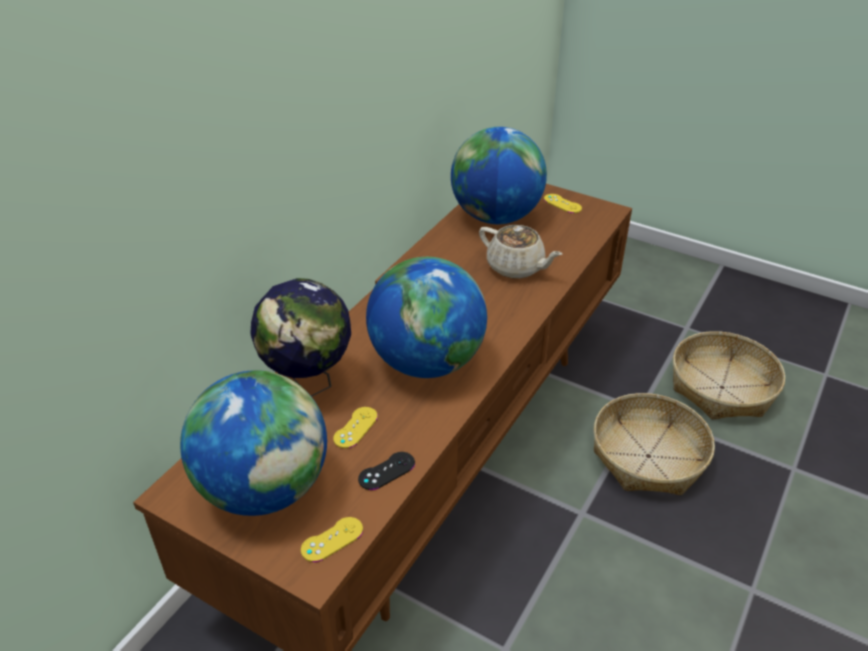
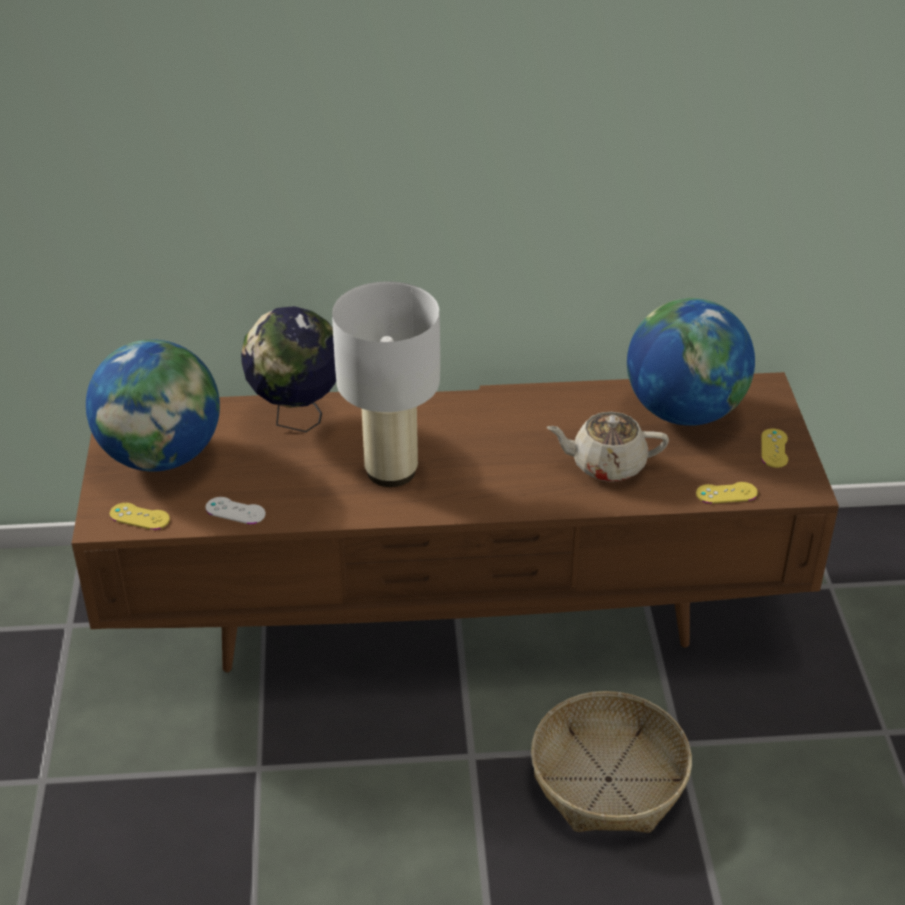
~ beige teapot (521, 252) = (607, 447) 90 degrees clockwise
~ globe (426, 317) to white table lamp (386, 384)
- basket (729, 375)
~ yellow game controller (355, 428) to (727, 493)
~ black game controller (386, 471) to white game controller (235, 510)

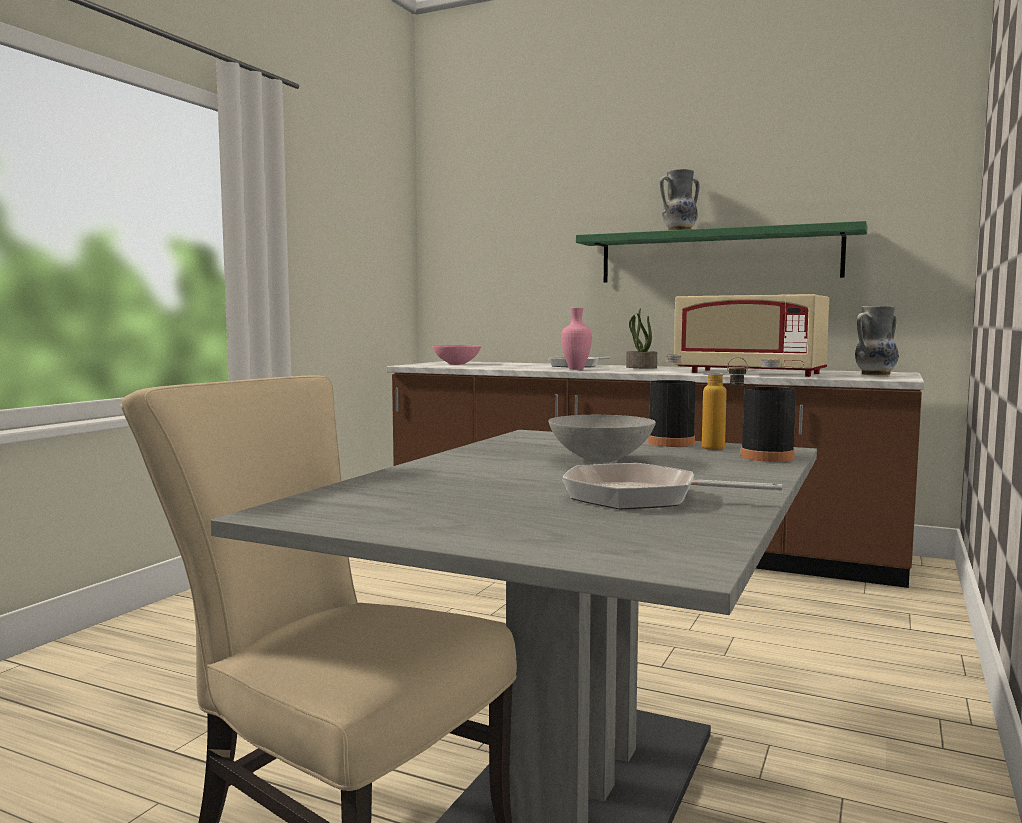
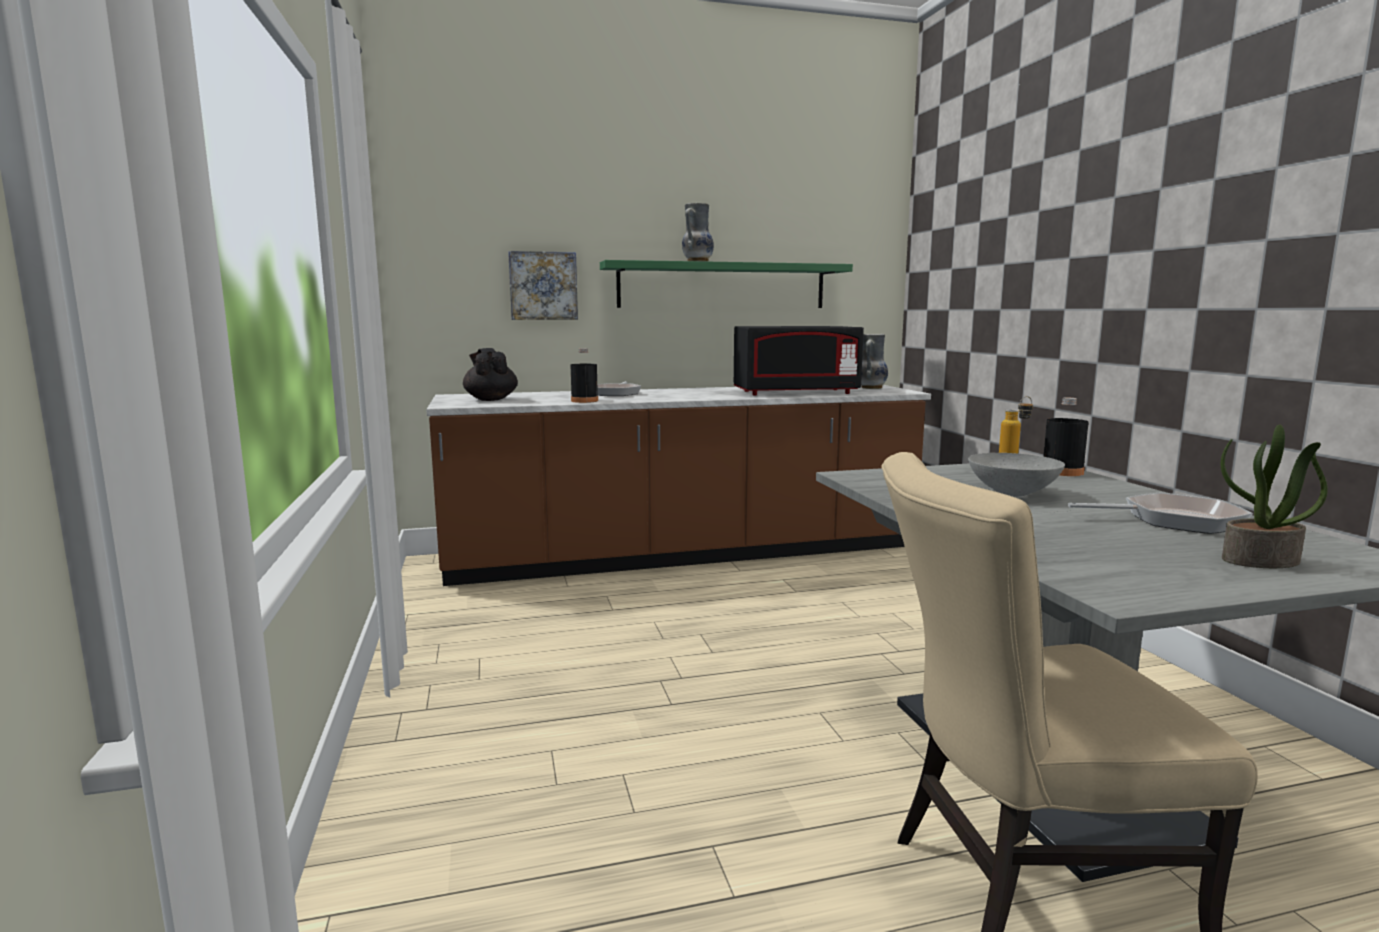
~ beige microwave (751, 335) to black microwave (799, 360)
- pink vase (576, 338)
~ potted plant (641, 338) to (1274, 496)
~ pink bowl (457, 355) to black teapot (490, 374)
~ black bottle (672, 401) to (584, 375)
~ frying pan (672, 486) = (1160, 513) 150 degrees counterclockwise
+ picture (543, 285)

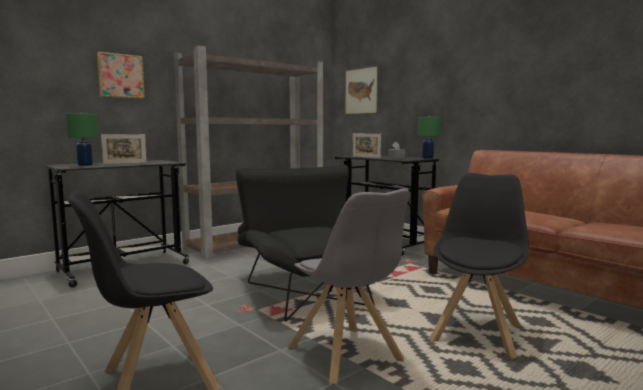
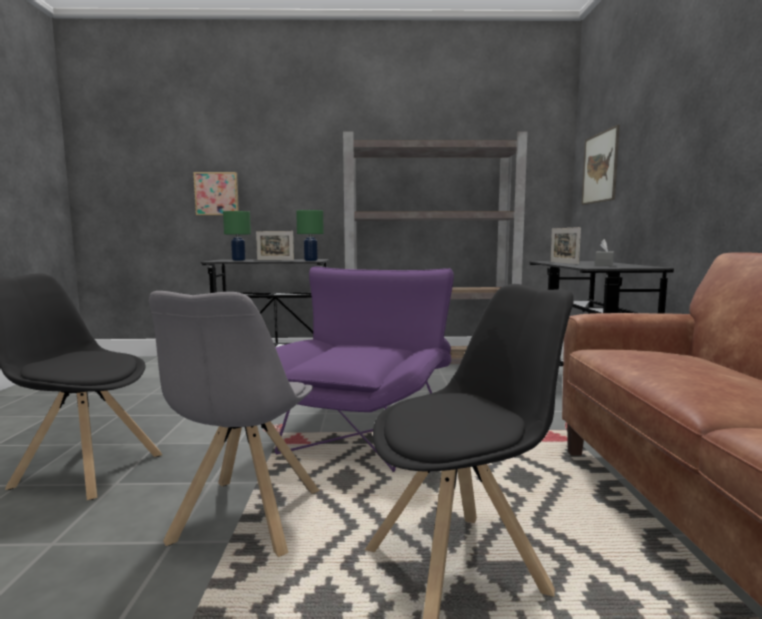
~ picture (121, 75) to (216, 194)
~ green table lamp (428, 137) to (310, 235)
~ black armchair (305, 243) to purple armchair (364, 369)

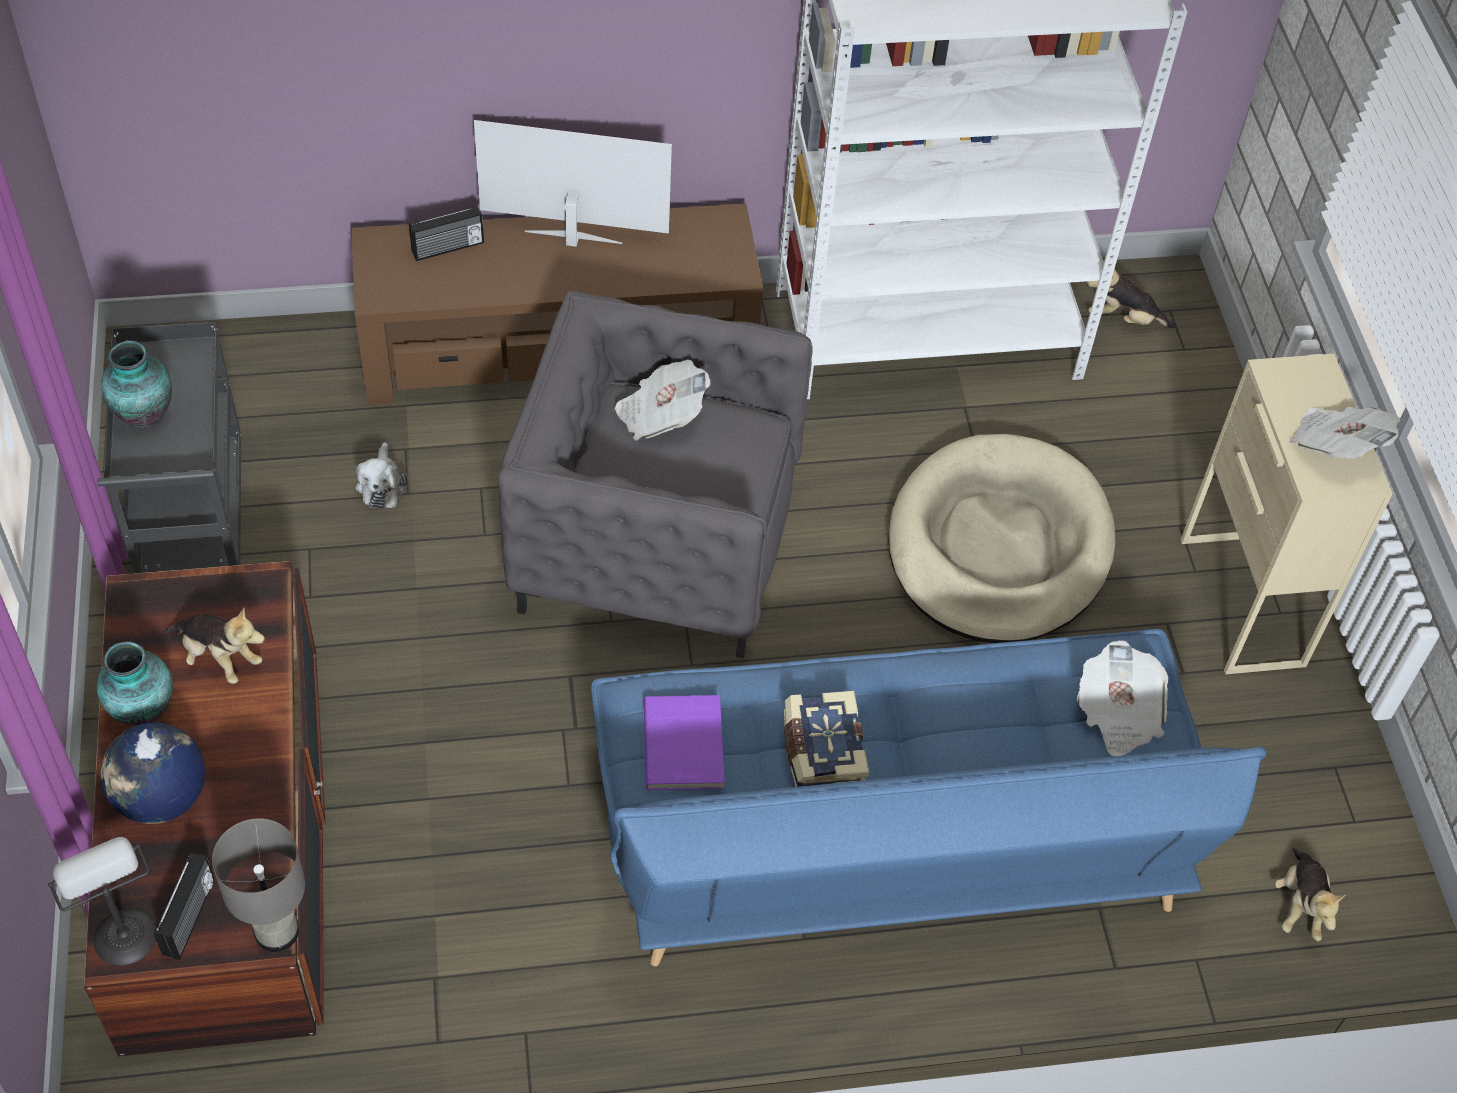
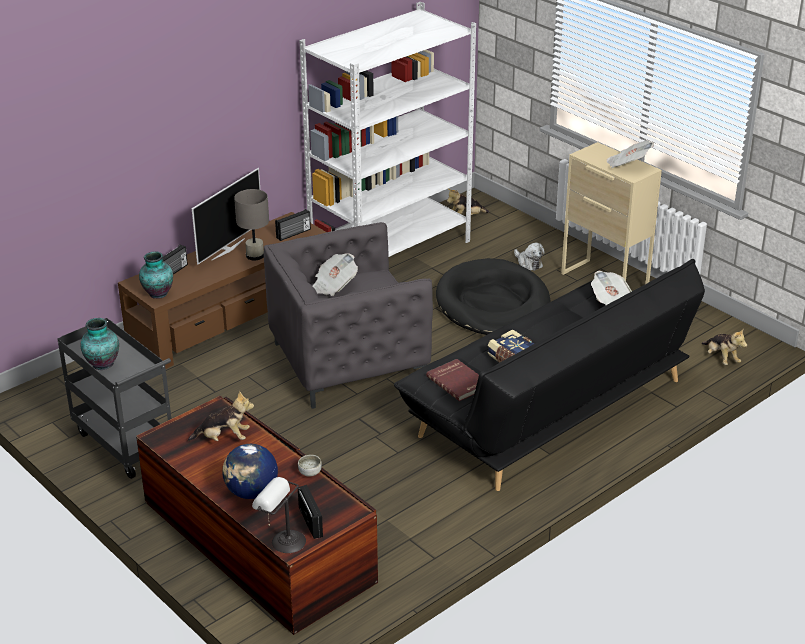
~ television (573, 183) = (226, 216) 150 degrees clockwise
~ beige dog bed (1001, 538) to black dog bed (493, 296)
~ plush toy (381, 475) to (529, 257)
~ blue sofa (928, 797) to black sofa (549, 375)
~ vase (134, 683) to (156, 275)
~ purple book (684, 742) to red book (452, 380)
~ grey table lamp (258, 885) to (251, 224)
+ radio (293, 225)
+ bowl (310, 466)

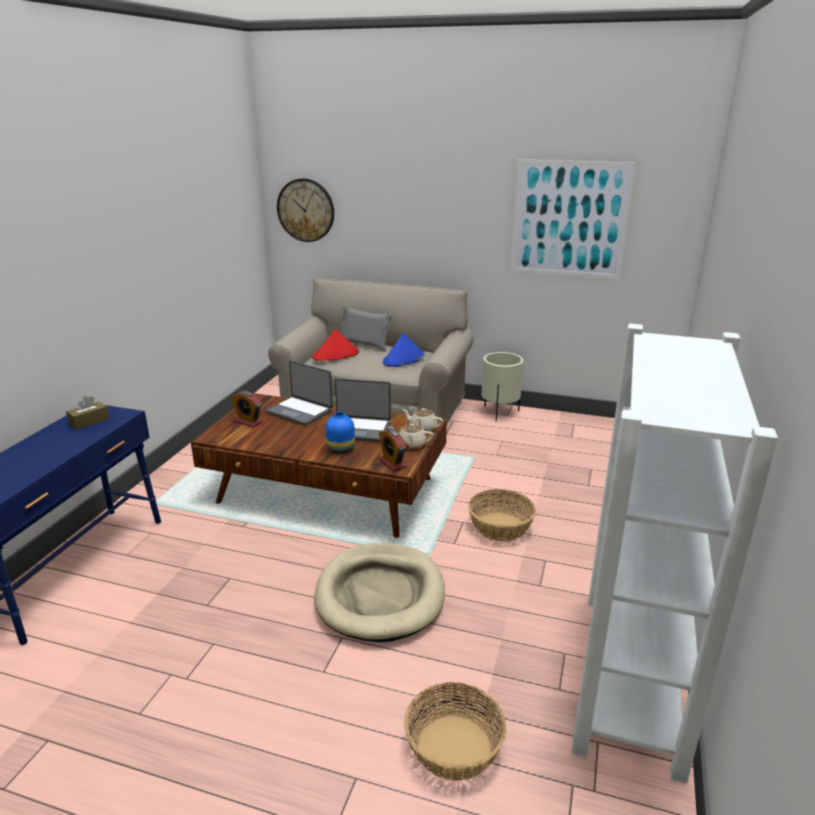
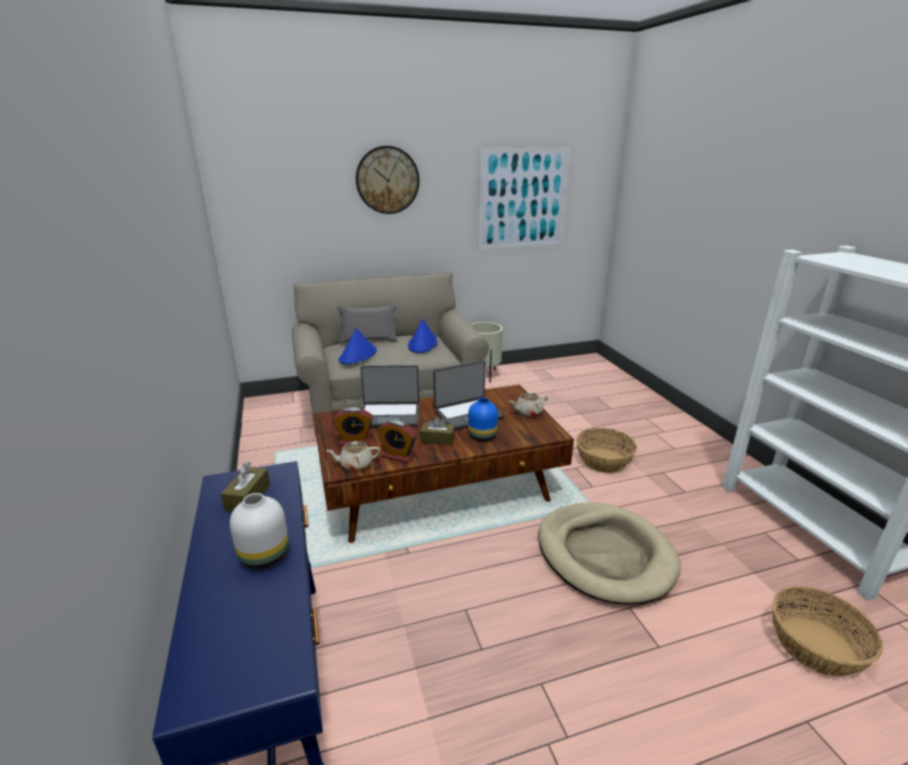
~ wall clock (305, 210) to (387, 180)
~ red hat (336, 345) to blue hat (358, 346)
~ beige teapot (422, 420) to (353, 456)
~ alarm clock (393, 450) to (397, 441)
+ brown tissue box (437, 431)
+ white vase (259, 531)

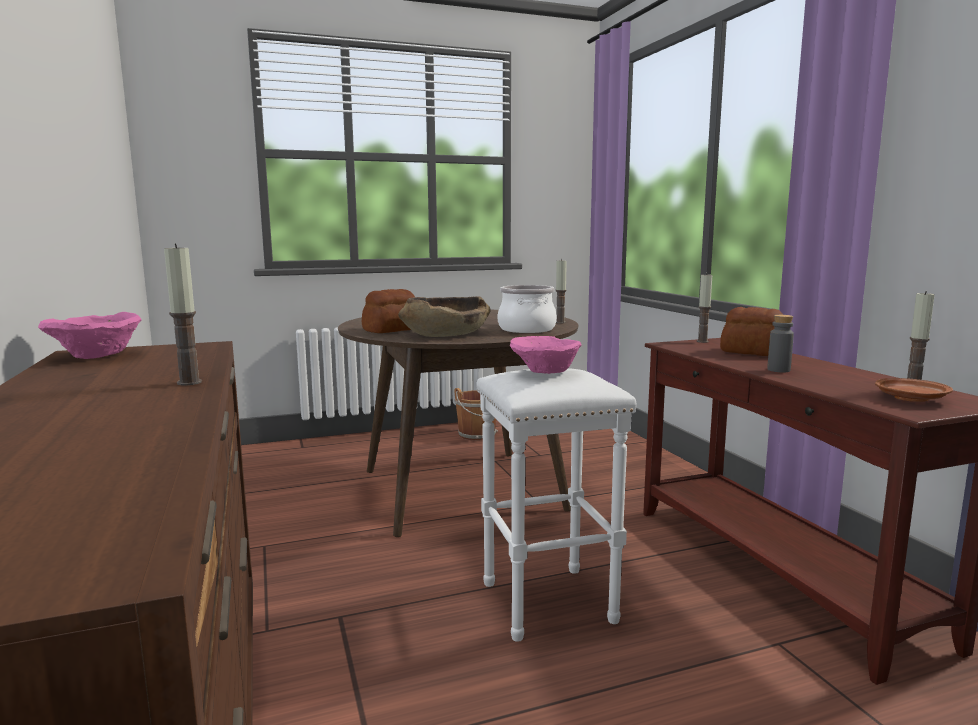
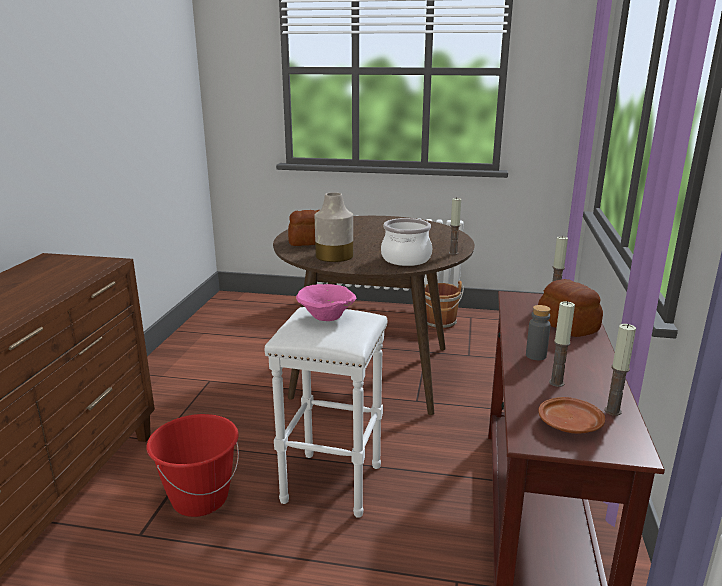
~ candle (183, 314) to (562, 344)
~ brown bowl (444, 316) to beige vase (334, 227)
- pink bowl (89, 335)
+ red bucket (192, 465)

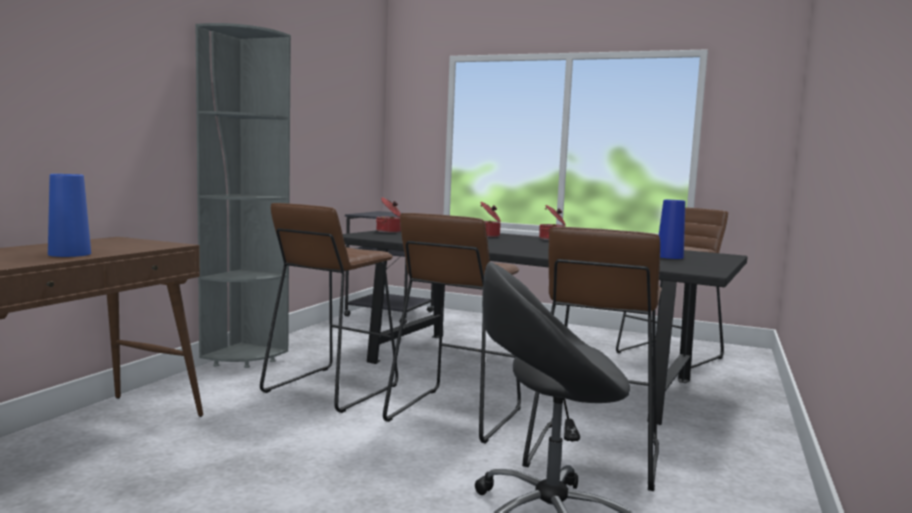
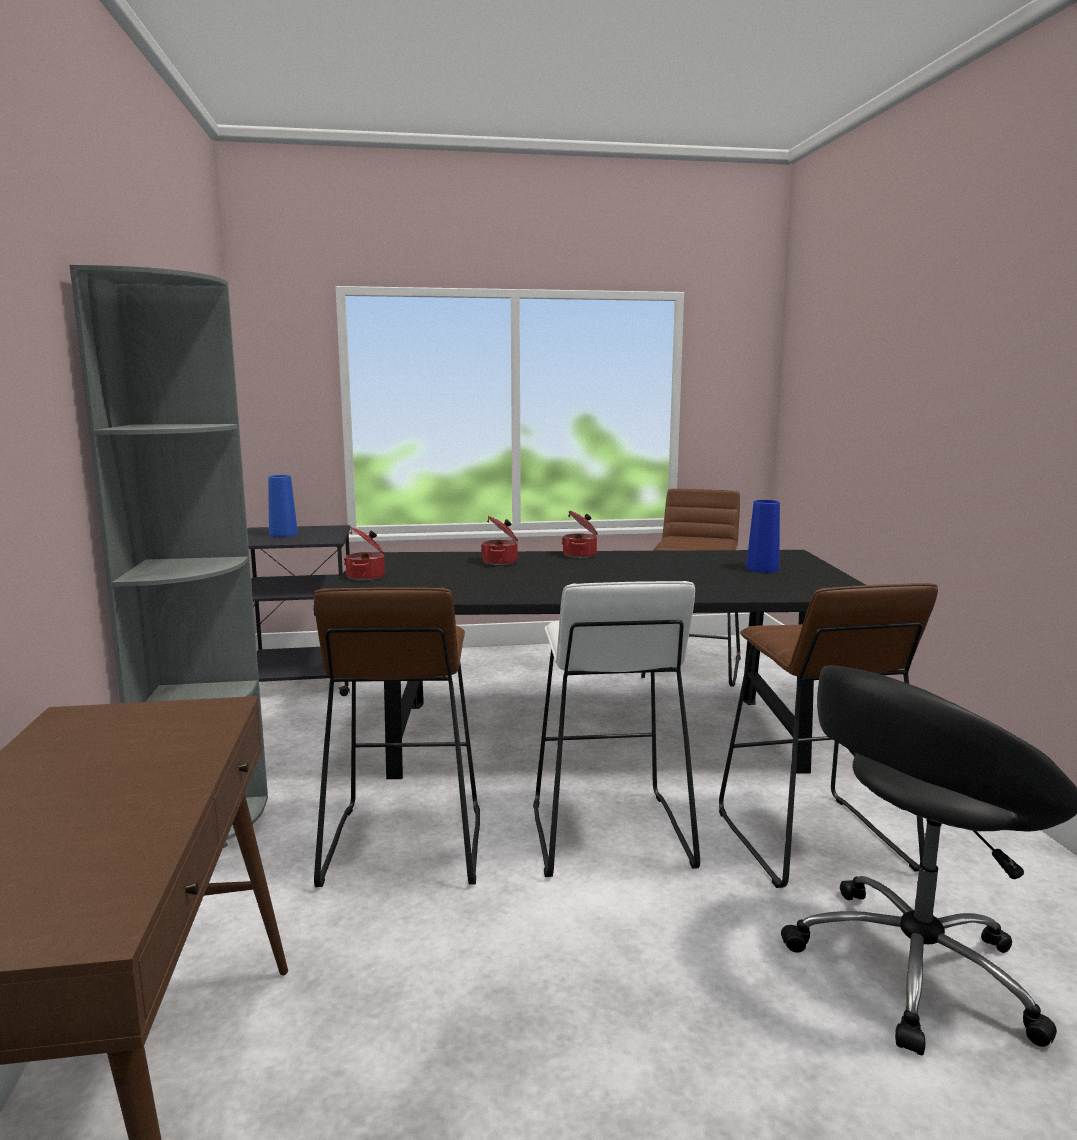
~ blue vase (69, 215) to (283, 506)
~ brown stool (452, 328) to white stool (616, 729)

